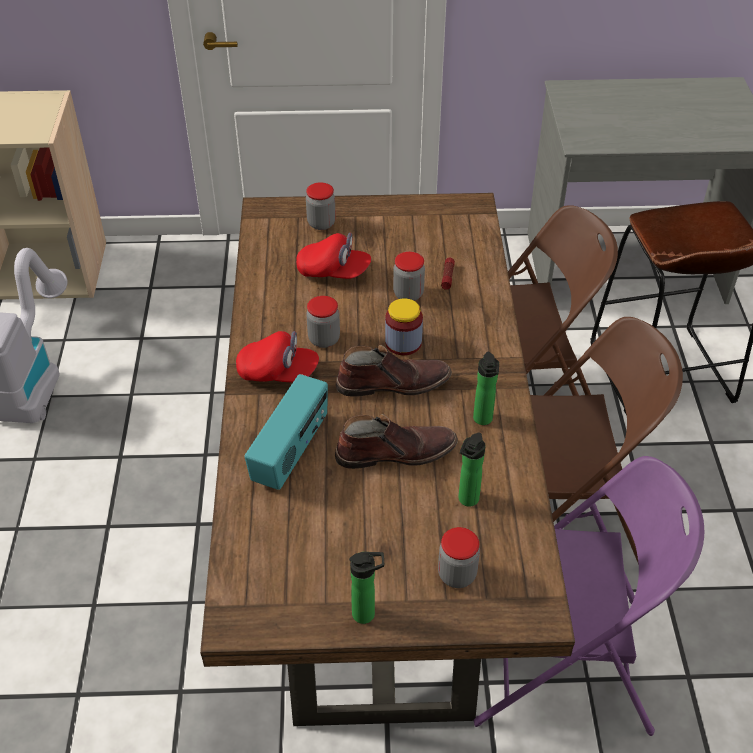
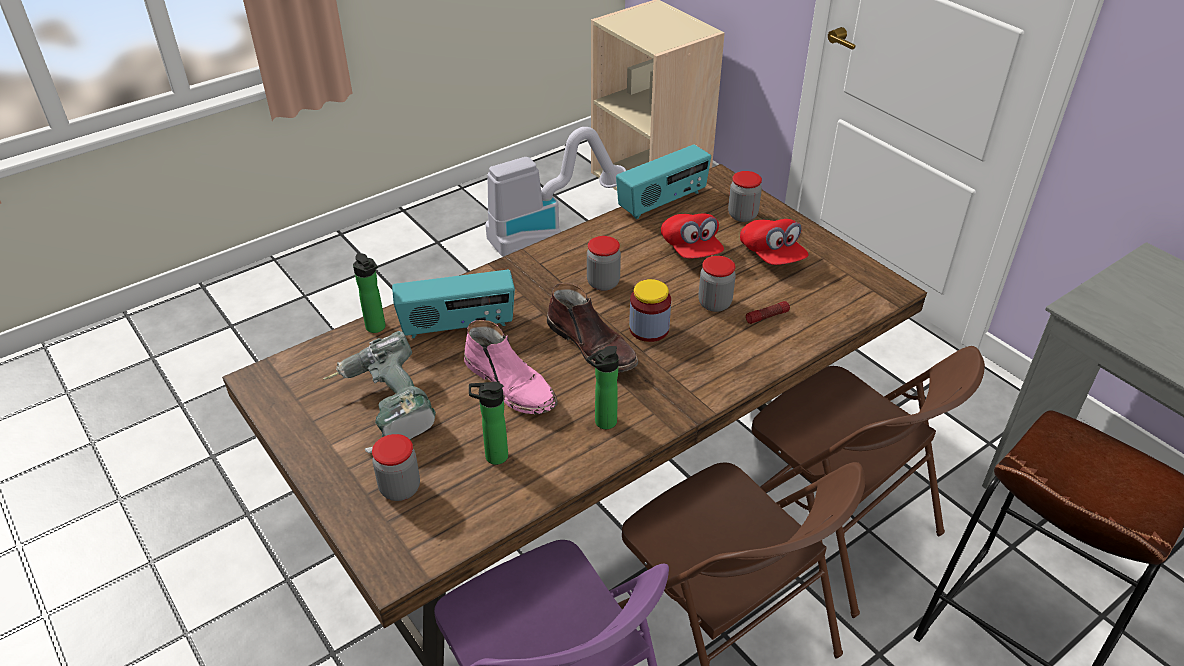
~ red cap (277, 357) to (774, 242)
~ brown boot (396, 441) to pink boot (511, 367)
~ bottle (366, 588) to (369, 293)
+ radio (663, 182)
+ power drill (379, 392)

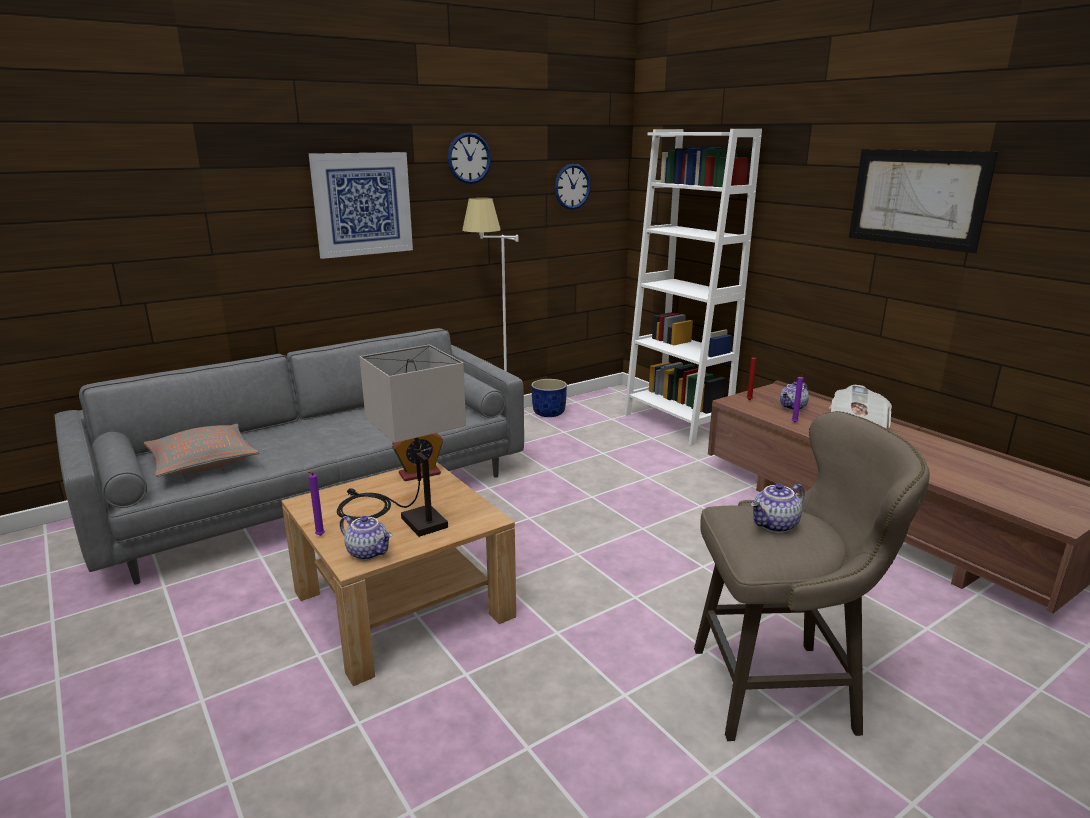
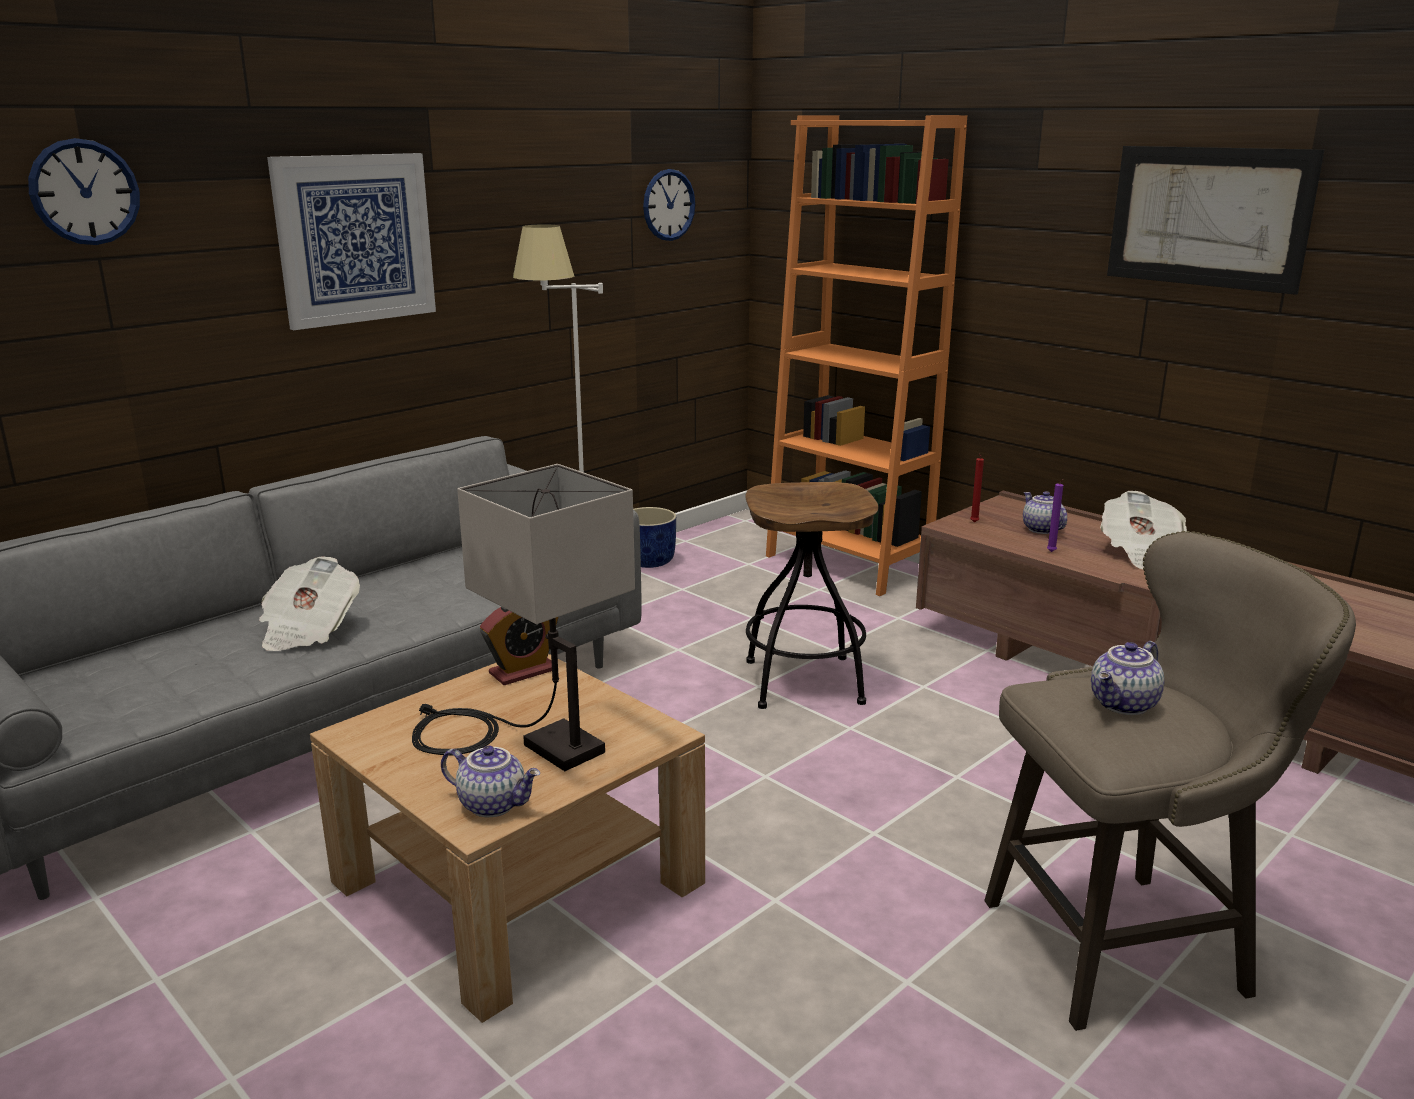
~ white bookcase (693, 287) to orange bookcase (866, 355)
~ wall clock (469, 158) to (84, 191)
~ teapot (794, 396) = (1045, 512) 120 degrees clockwise
- grey pillow (201, 450)
- purple candle (316, 504)
+ brown stool (812, 595)
+ newspaper (309, 603)

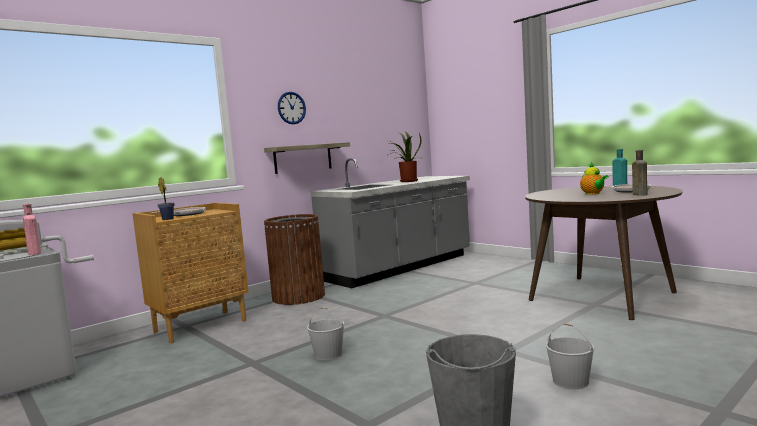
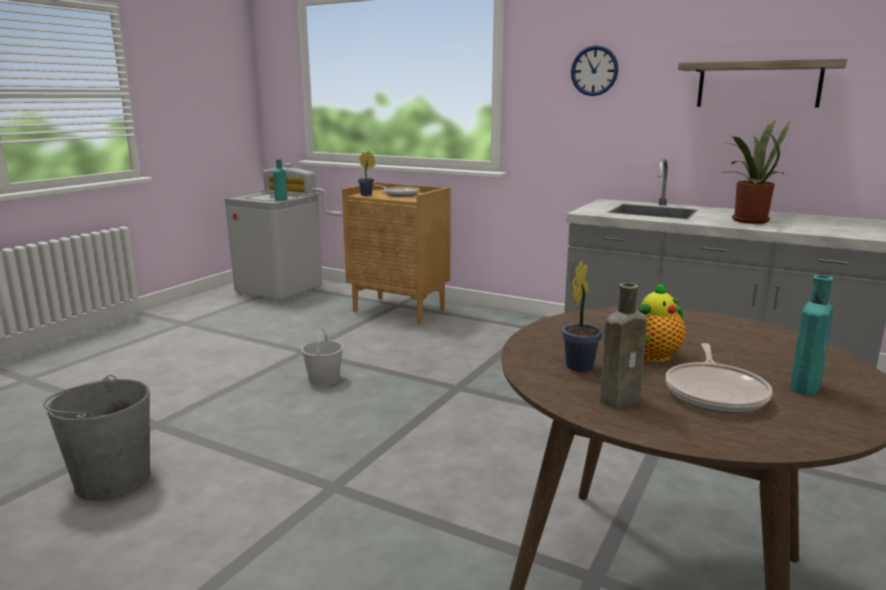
~ shelf (307, 158) to (762, 83)
~ pink bottle (32, 229) to turquoise bottle (280, 180)
- brown trash can (294, 259)
- white bucket (570, 356)
+ potted plant (582, 316)

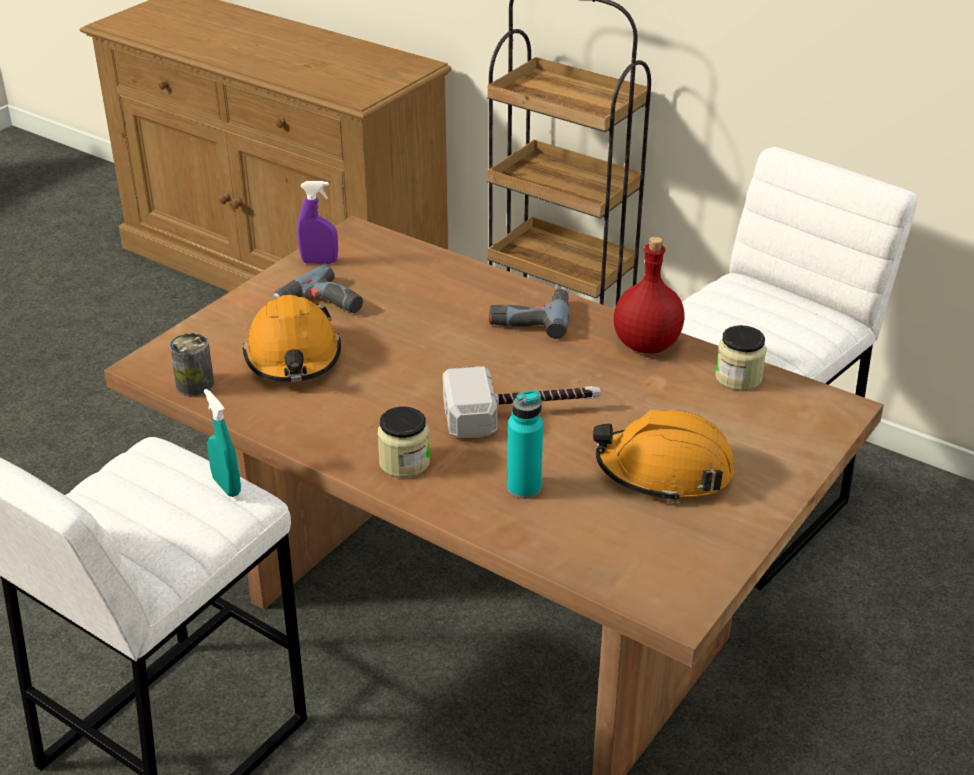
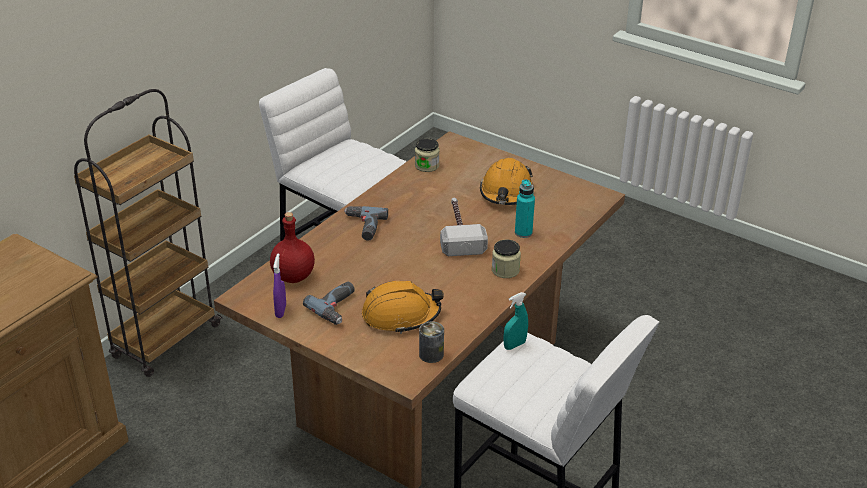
~ red bottle (649, 295) to (292, 247)

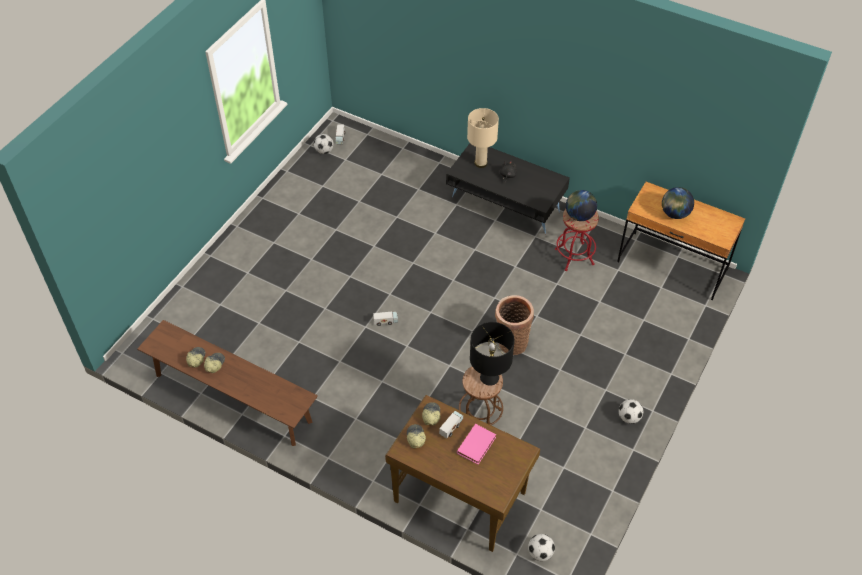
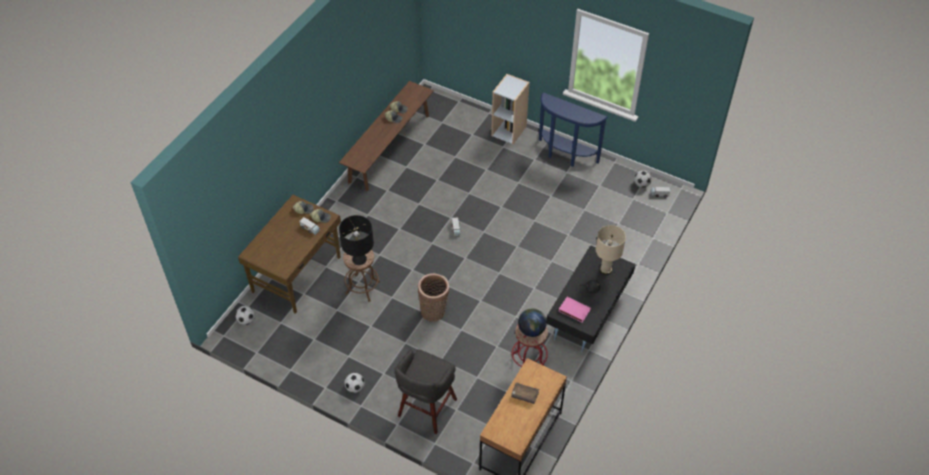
~ globe (678, 203) to brown book (525, 393)
~ pink book (476, 444) to (575, 309)
+ bookcase (510, 109)
+ blue console table (573, 129)
+ grey stool (426, 391)

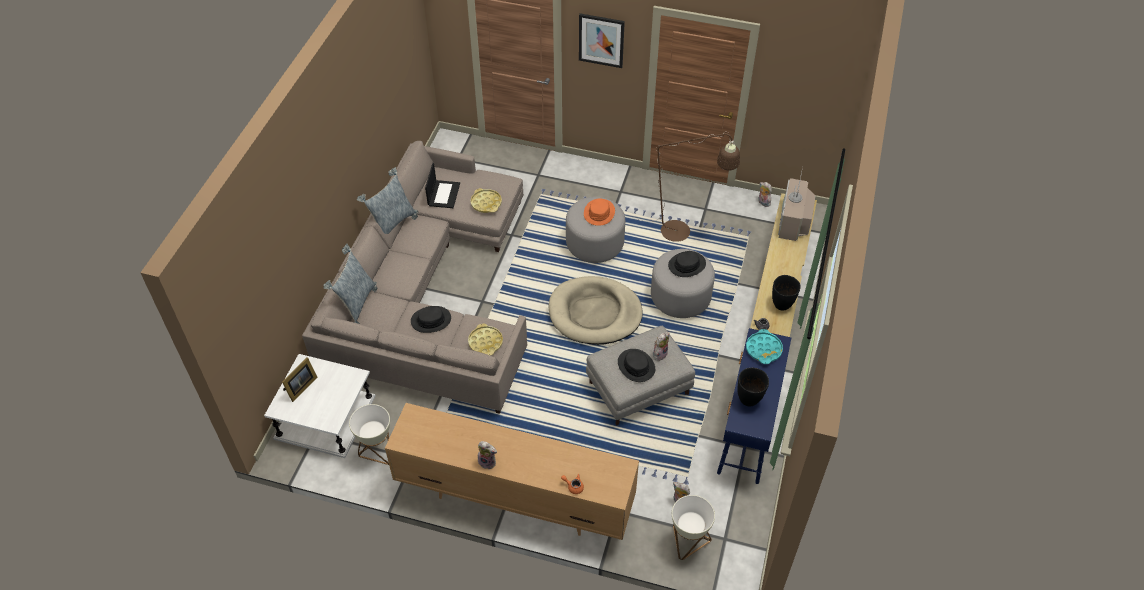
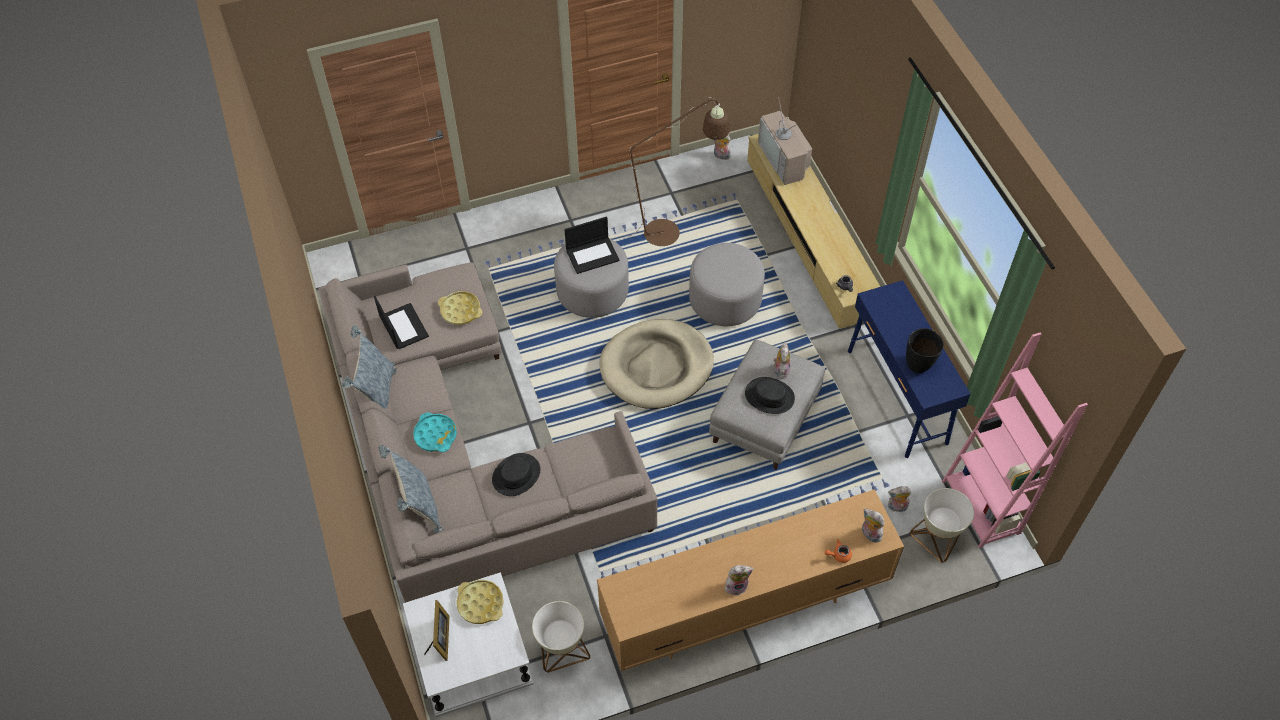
- picture (602, 40)
~ orange hat (599, 212) to laptop (592, 245)
- black hat (687, 264)
- black vase (786, 293)
~ yellow tray (485, 340) to (480, 602)
~ turquoise tray (764, 346) to (435, 432)
+ pink bookcase (1015, 440)
+ plush toy (873, 526)

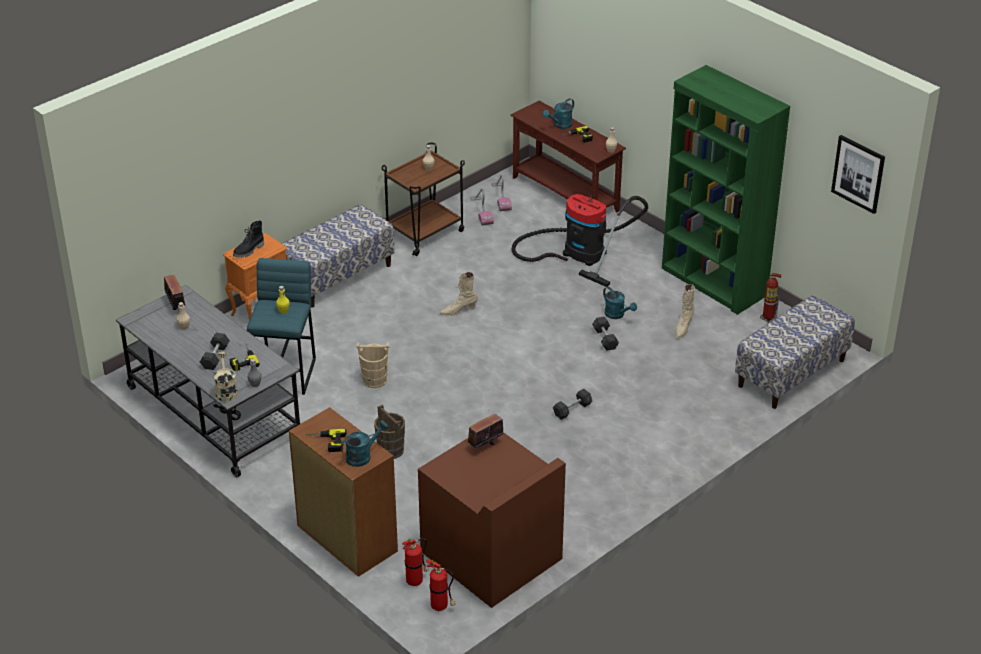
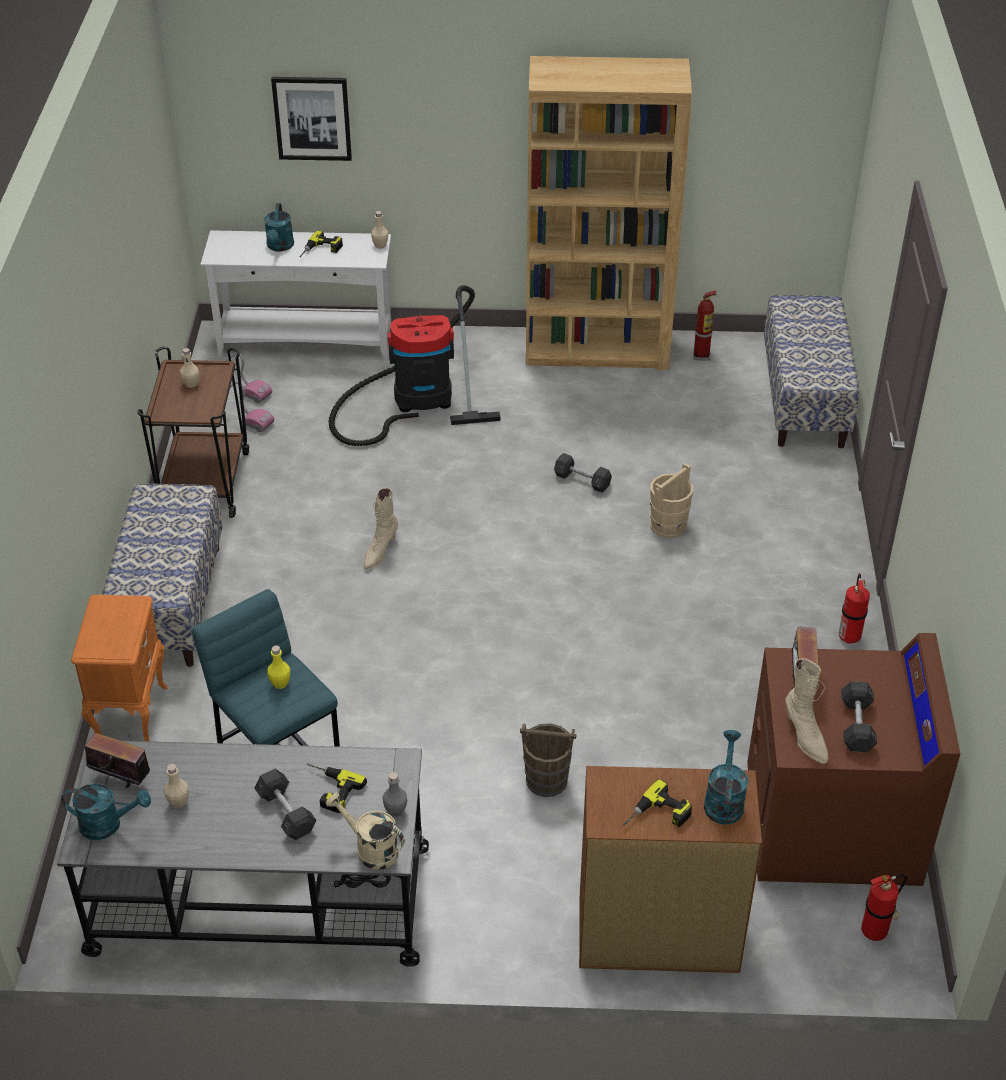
~ green bookcase (726, 190) to brown bookcase (609, 213)
~ brown console table (568, 156) to white console table (295, 295)
~ picture (858, 174) to (311, 119)
- black boot (248, 239)
~ beige boot (685, 311) to (807, 711)
~ turquoise watering can (620, 303) to (106, 811)
~ beige bucket (373, 365) to (671, 500)
~ grey dumbbell (572, 404) to (859, 716)
~ fire extinguisher (415, 562) to (854, 608)

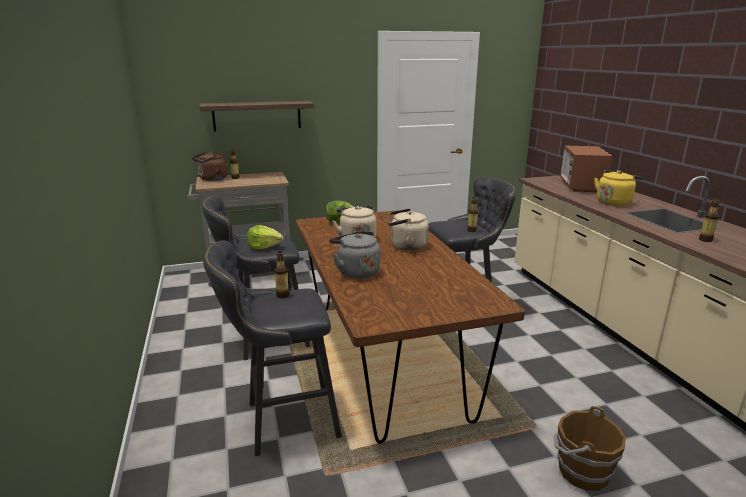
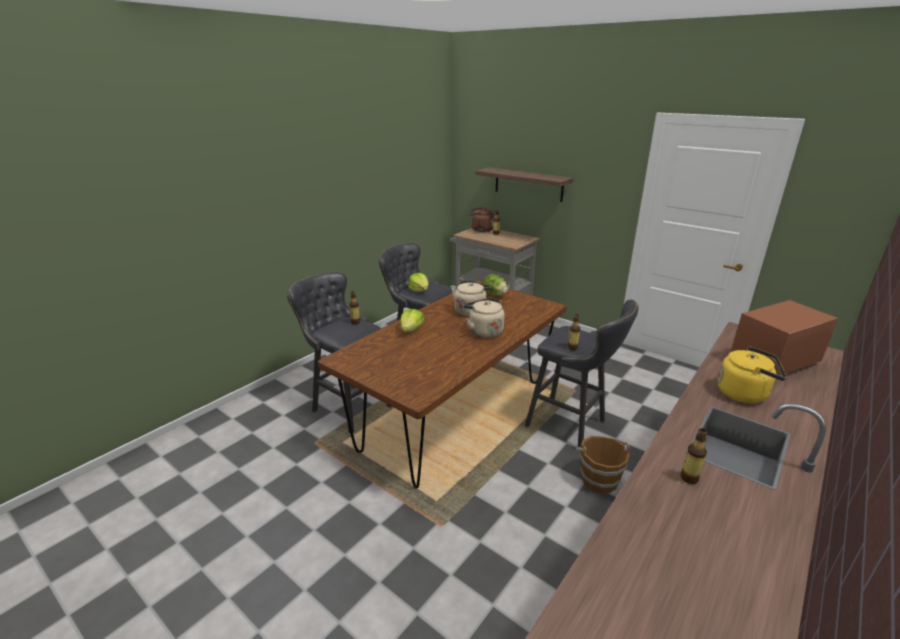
~ grey kettle (354, 255) to lettuce (412, 320)
~ brown bucket (590, 448) to (603, 465)

